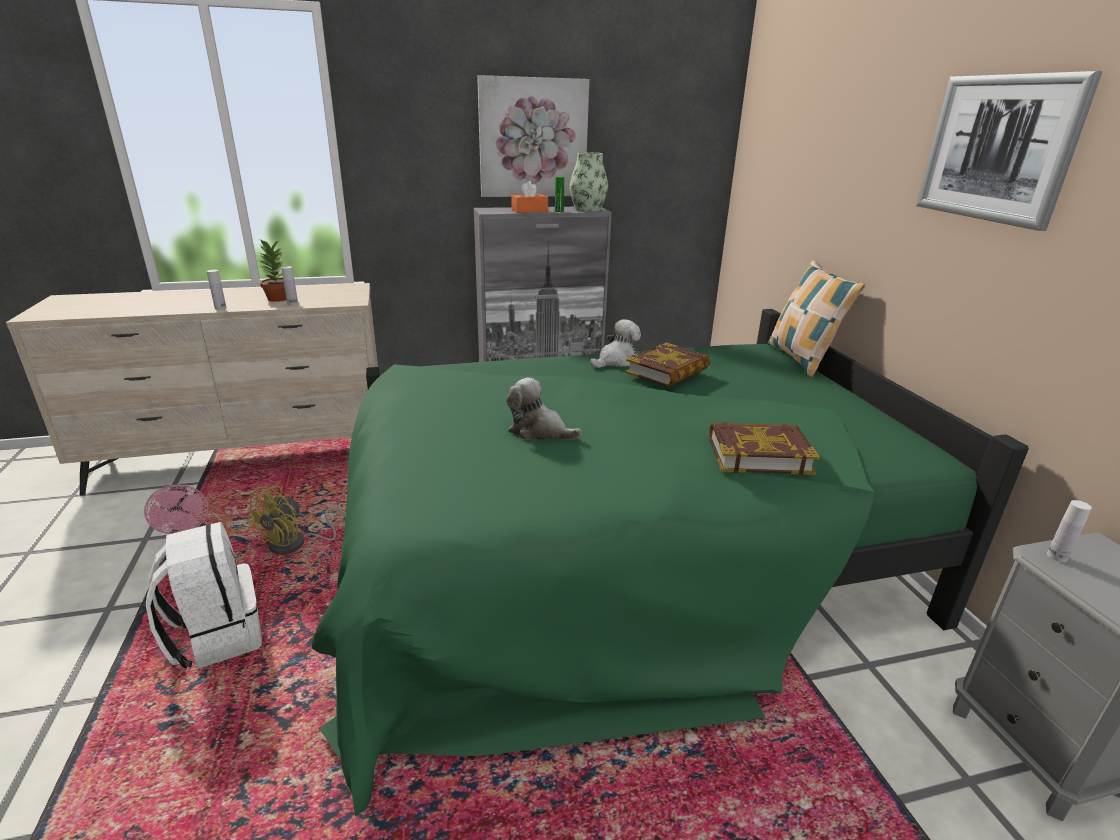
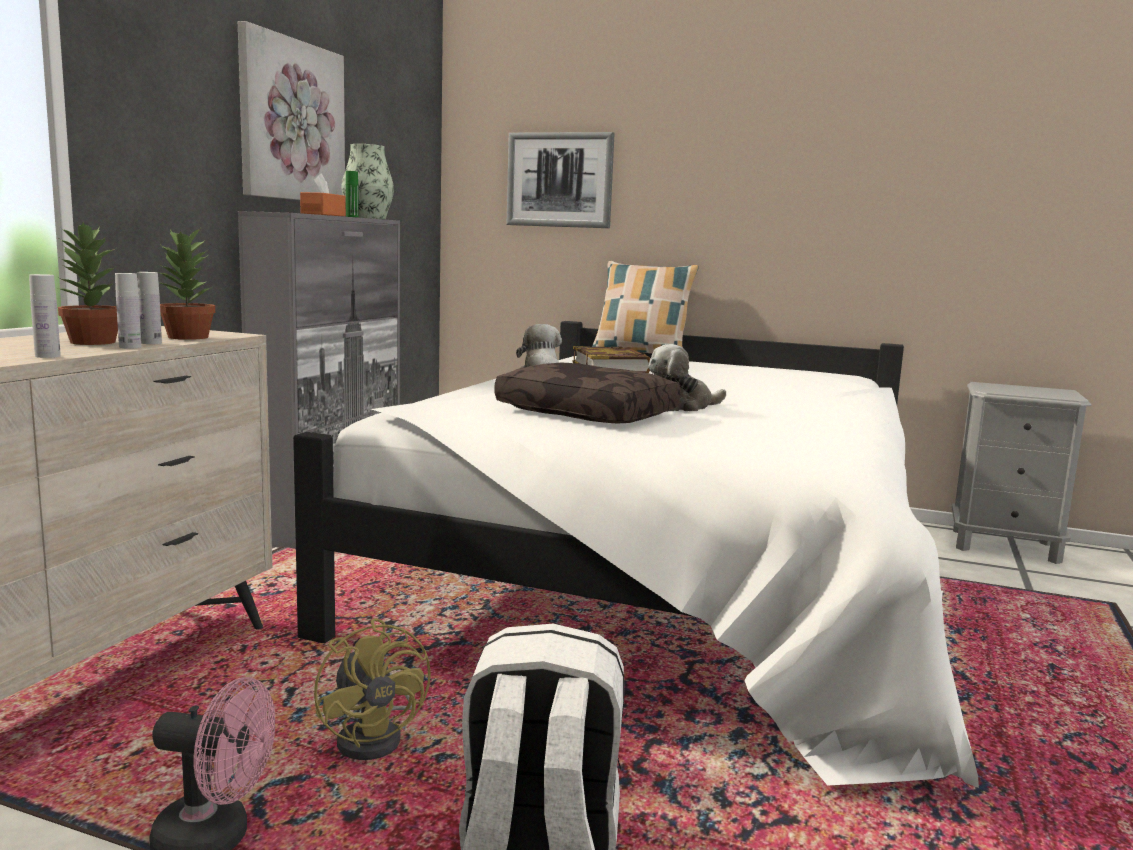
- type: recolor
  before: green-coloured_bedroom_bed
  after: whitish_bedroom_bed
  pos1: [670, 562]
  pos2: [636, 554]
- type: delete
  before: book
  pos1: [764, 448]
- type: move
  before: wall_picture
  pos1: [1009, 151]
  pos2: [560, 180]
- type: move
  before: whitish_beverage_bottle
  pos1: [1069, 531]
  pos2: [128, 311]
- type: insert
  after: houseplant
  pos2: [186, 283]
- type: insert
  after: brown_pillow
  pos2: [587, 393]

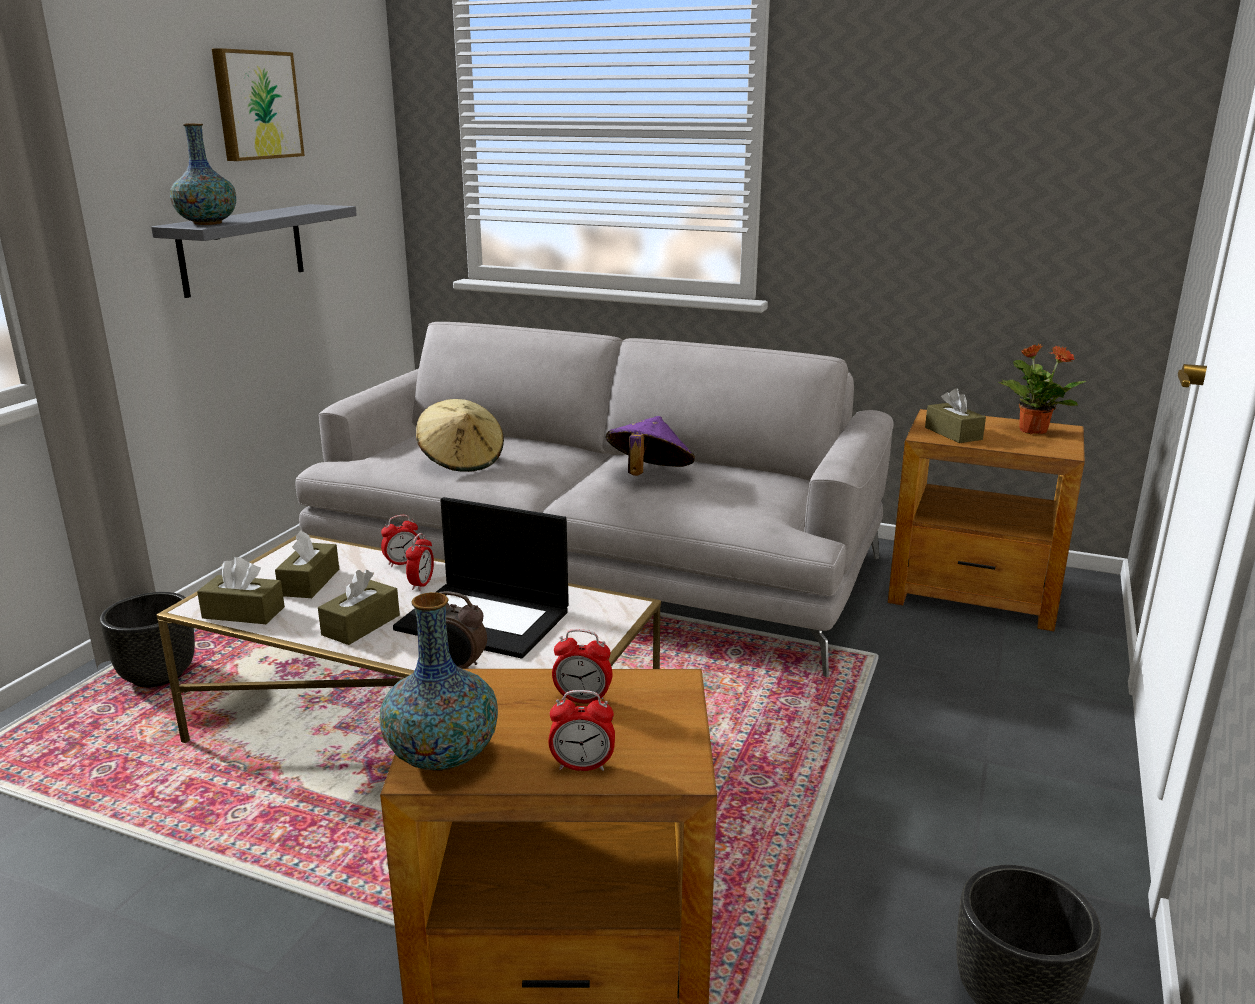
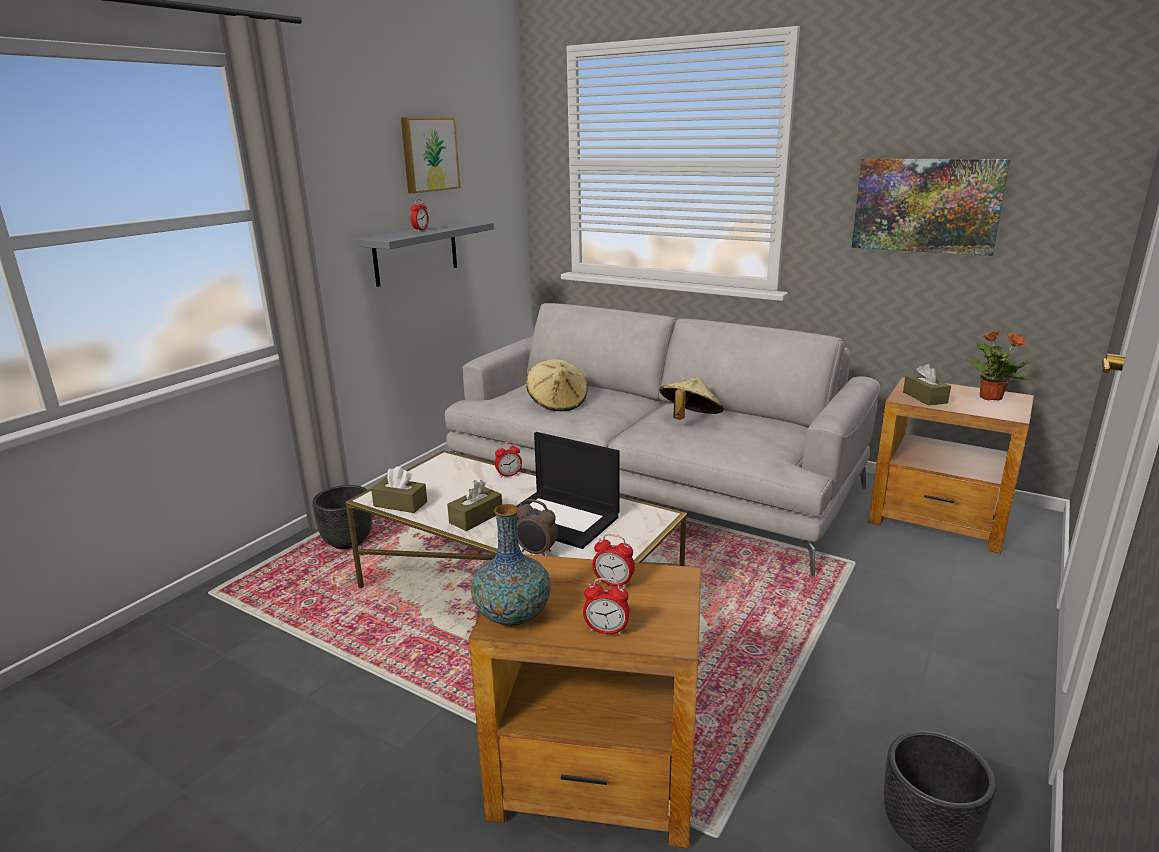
- type: delete
  before: vase
  pos1: [203, 174]
- type: delete
  before: brown_tissue_holder
  pos1: [307, 564]
- type: move
  before: table_clock
  pos1: [420, 562]
  pos2: [419, 215]
- type: recolor
  before: purple_hat
  after: sand-coloured_hat
  pos1: [650, 446]
  pos2: [691, 398]
- type: insert
  after: wall_picture
  pos2: [931, 207]

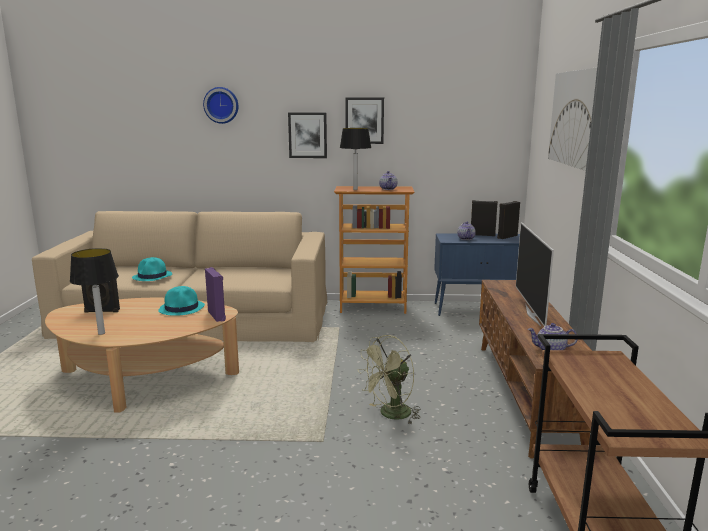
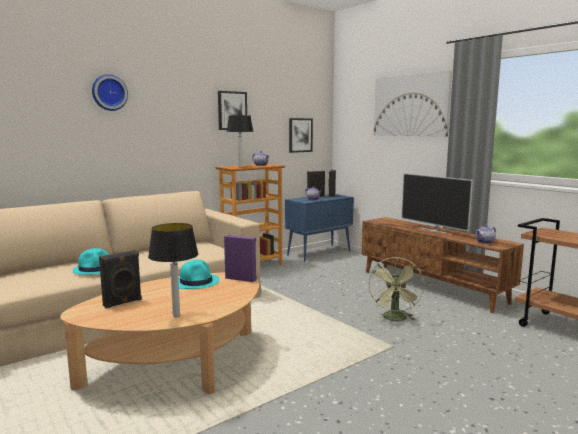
- type: move
  before: wall_picture
  pos1: [307, 135]
  pos2: [301, 135]

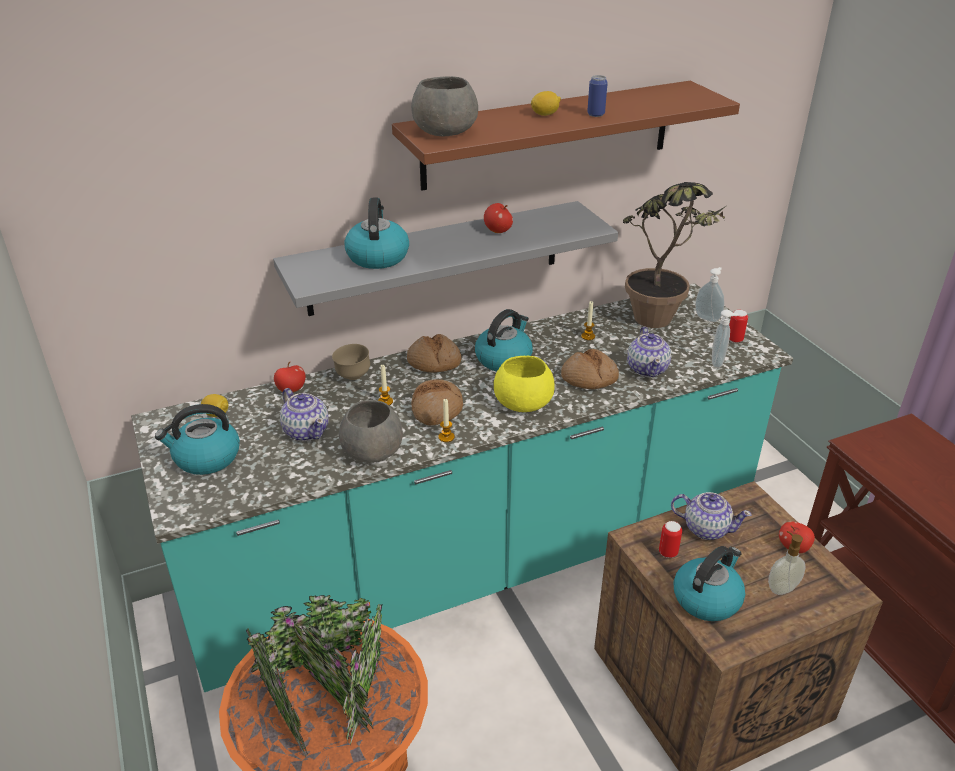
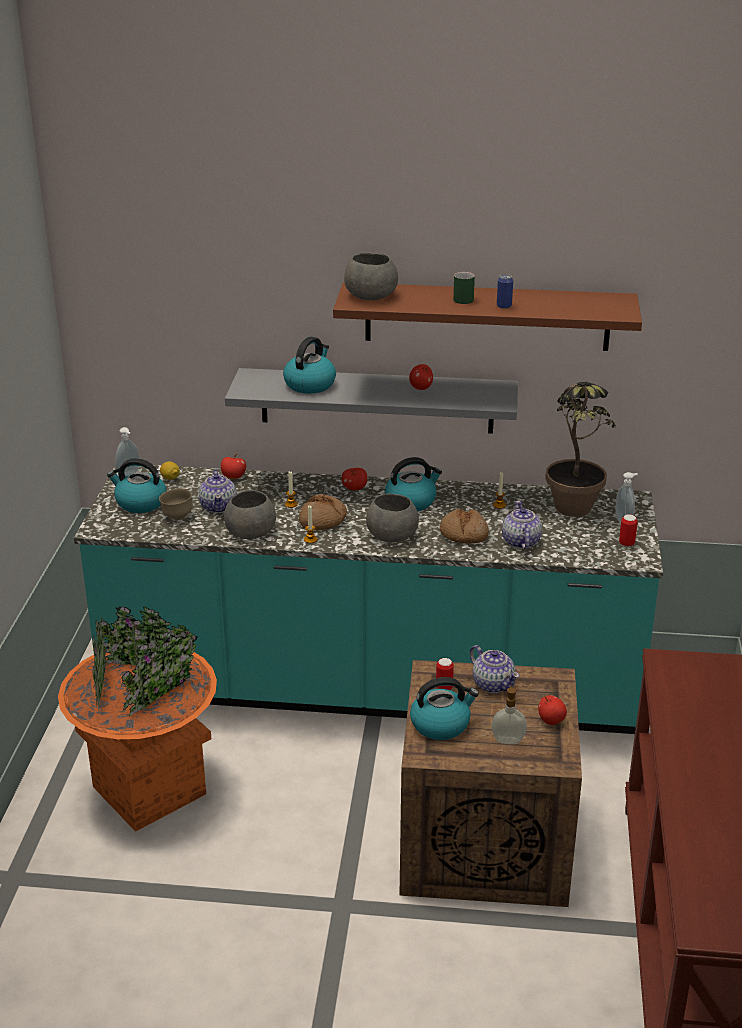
- type: move
  before: brown_serving_bowl
  pos1: [351, 362]
  pos2: [176, 504]
- type: replace
  before: bread
  after: apple_fruit
  pos1: [434, 353]
  pos2: [354, 479]
- type: recolor
  before: yellowish_serving_bowl
  after: greyish_serving_bowl
  pos1: [524, 384]
  pos2: [392, 518]
- type: replace
  before: lemon
  after: green-coloured_mug
  pos1: [546, 103]
  pos2: [464, 288]
- type: rotate
  before: teapot
  pos1: [649, 352]
  pos2: [522, 525]
  turn: 150
- type: move
  before: soap_bottle
  pos1: [725, 339]
  pos2: [127, 452]

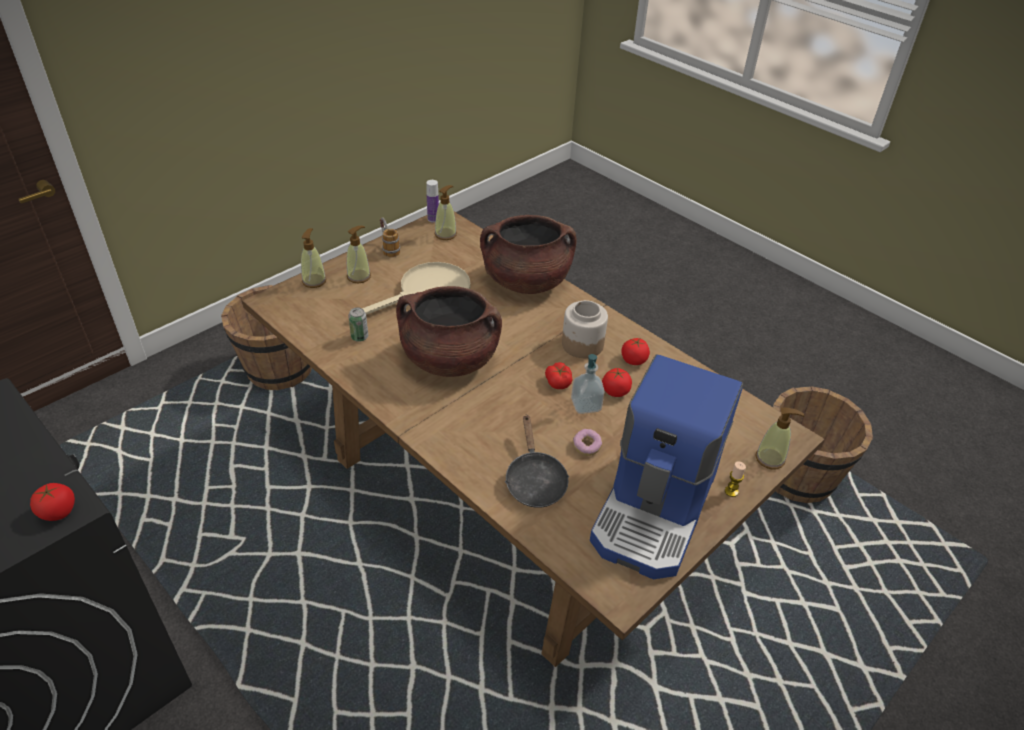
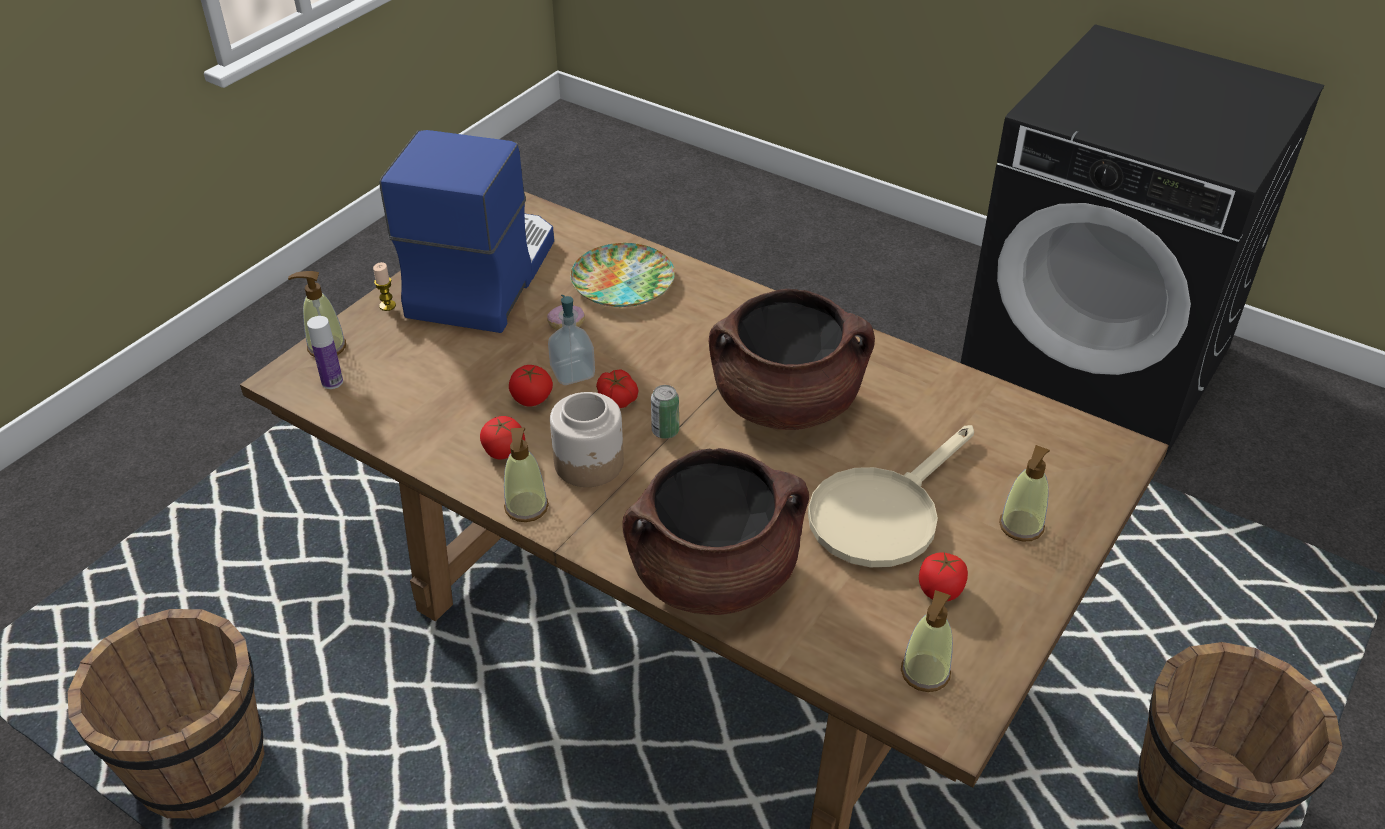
- type: move
  before: whole_tomato
  pos1: [52, 502]
  pos2: [943, 576]
- type: move
  before: soap_bottle
  pos1: [313, 258]
  pos2: [526, 475]
- type: move
  before: can
  pos1: [358, 324]
  pos2: [665, 412]
- type: delete
  before: mug
  pos1: [390, 237]
- type: move
  before: beverage_bottle
  pos1: [432, 201]
  pos2: [325, 352]
- type: replace
  before: black_frying_pan
  after: flat_dish
  pos1: [537, 461]
  pos2: [622, 275]

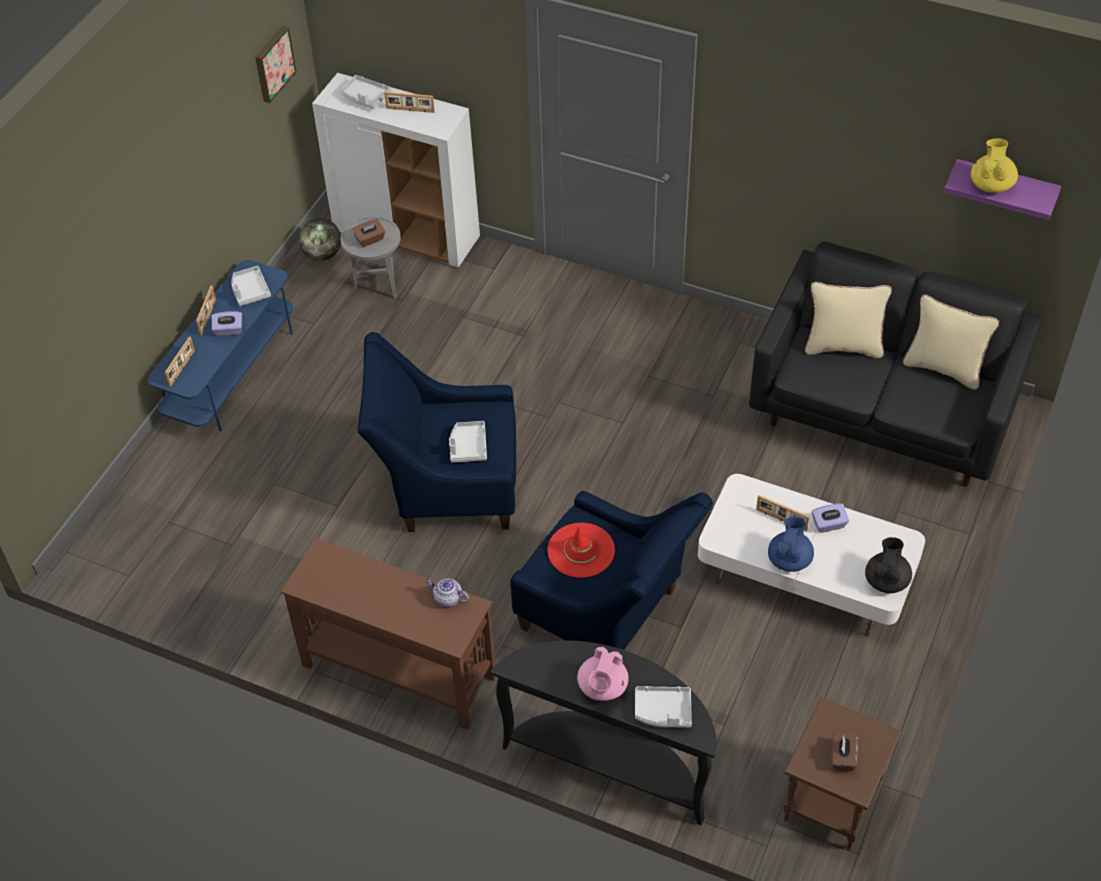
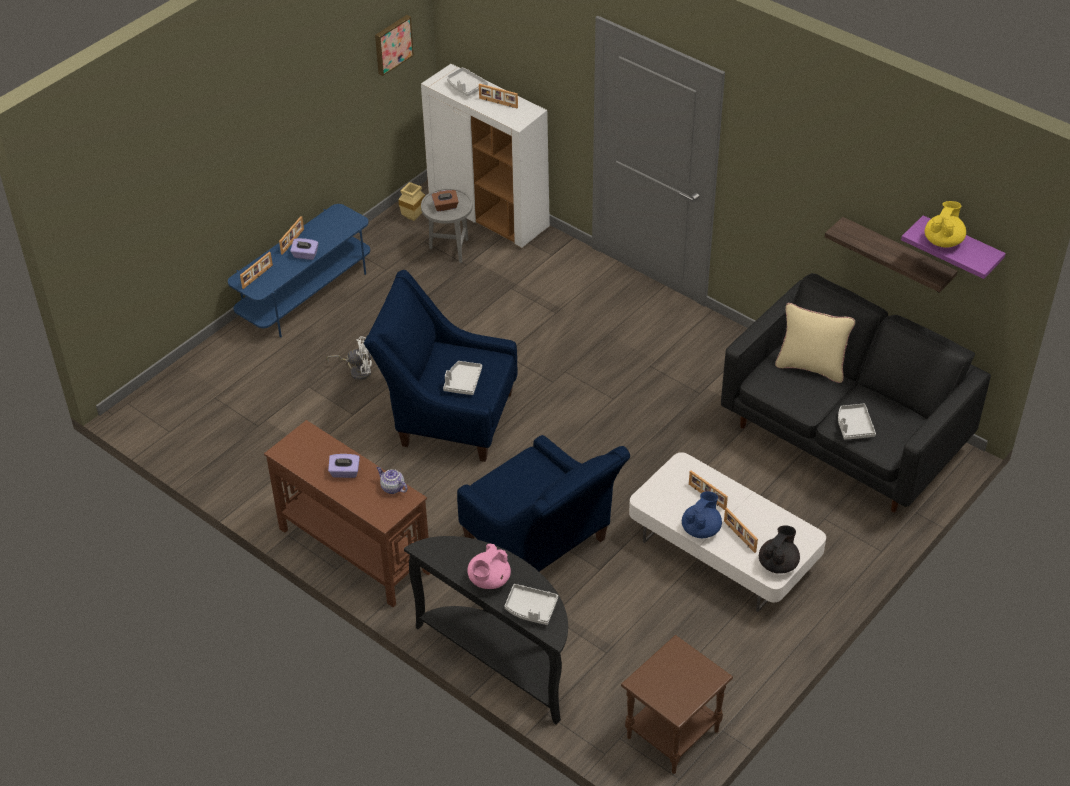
- type: move
  before: greyish_serving_tray
  pos1: [251, 286]
  pos2: [857, 422]
- type: replace
  before: desk_globe
  after: sand-coloured_vase
  pos1: [320, 239]
  pos2: [411, 201]
- type: delete
  before: reddish_hat
  pos1: [581, 550]
- type: move
  before: purple_tissue_holder
  pos1: [830, 518]
  pos2: [344, 466]
- type: delete
  before: brown_tissue_holder
  pos1: [845, 751]
- type: delete
  before: sand-coloured_pillow
  pos1: [951, 342]
- type: insert
  after: whitish_fan
  pos2: [349, 358]
- type: insert
  after: standing_frame
  pos2: [741, 530]
- type: insert
  after: bracket_shelf
  pos2: [891, 255]

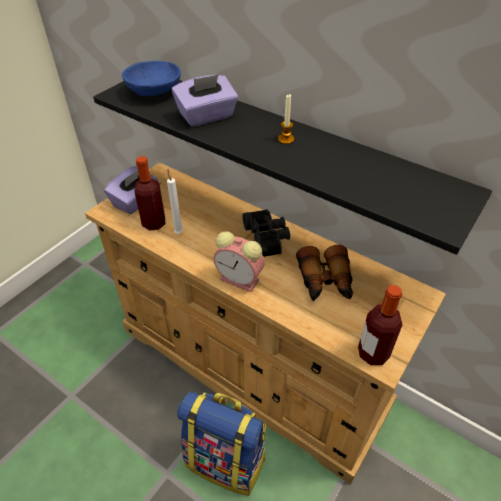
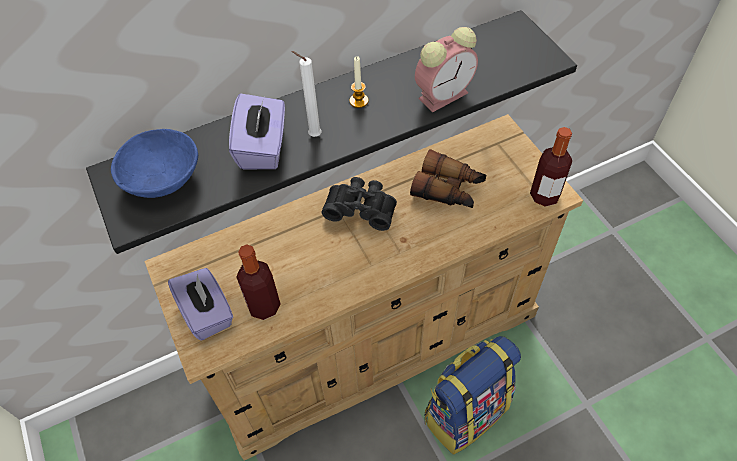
- type: move
  before: whitish_candle
  pos1: [175, 202]
  pos2: [306, 94]
- type: move
  before: table_clock
  pos1: [239, 261]
  pos2: [446, 69]

